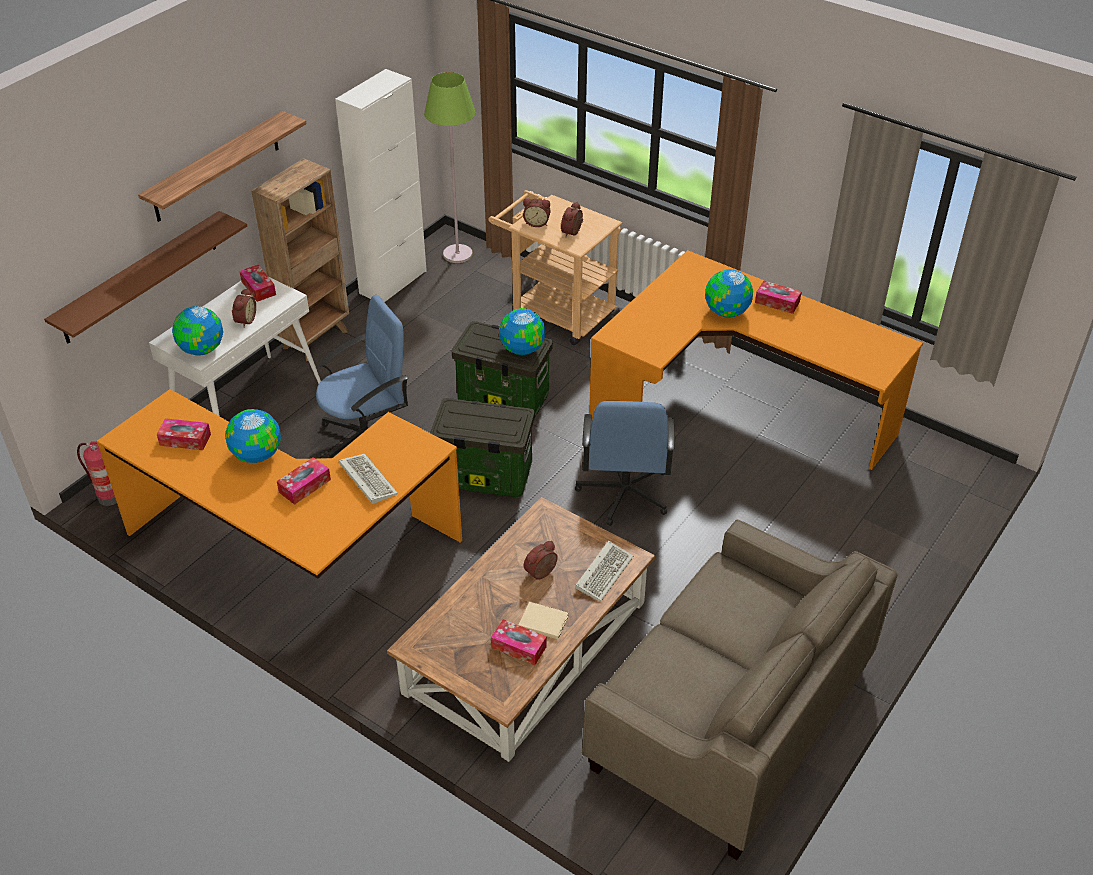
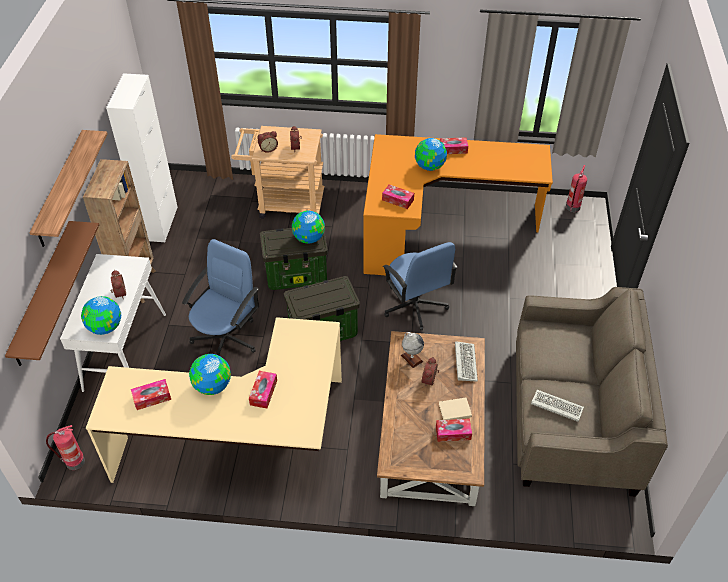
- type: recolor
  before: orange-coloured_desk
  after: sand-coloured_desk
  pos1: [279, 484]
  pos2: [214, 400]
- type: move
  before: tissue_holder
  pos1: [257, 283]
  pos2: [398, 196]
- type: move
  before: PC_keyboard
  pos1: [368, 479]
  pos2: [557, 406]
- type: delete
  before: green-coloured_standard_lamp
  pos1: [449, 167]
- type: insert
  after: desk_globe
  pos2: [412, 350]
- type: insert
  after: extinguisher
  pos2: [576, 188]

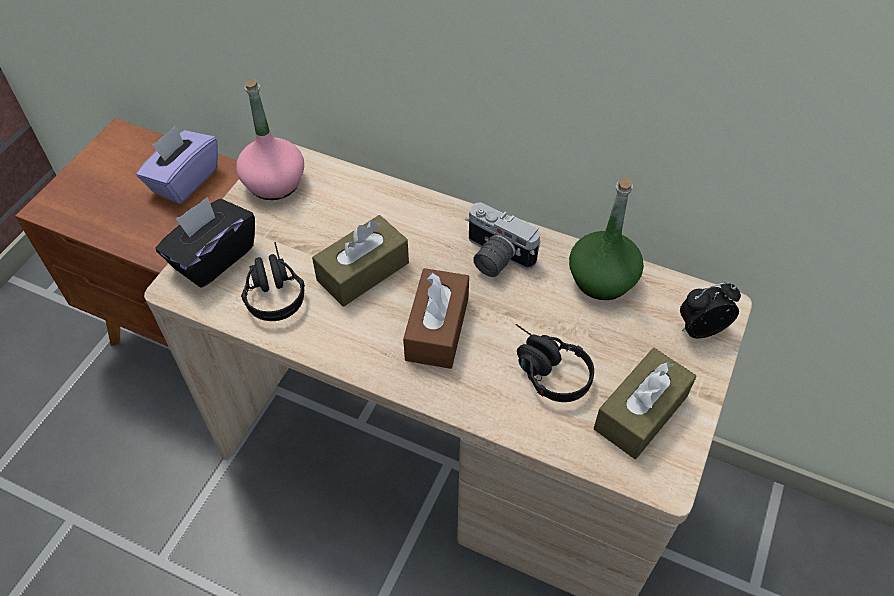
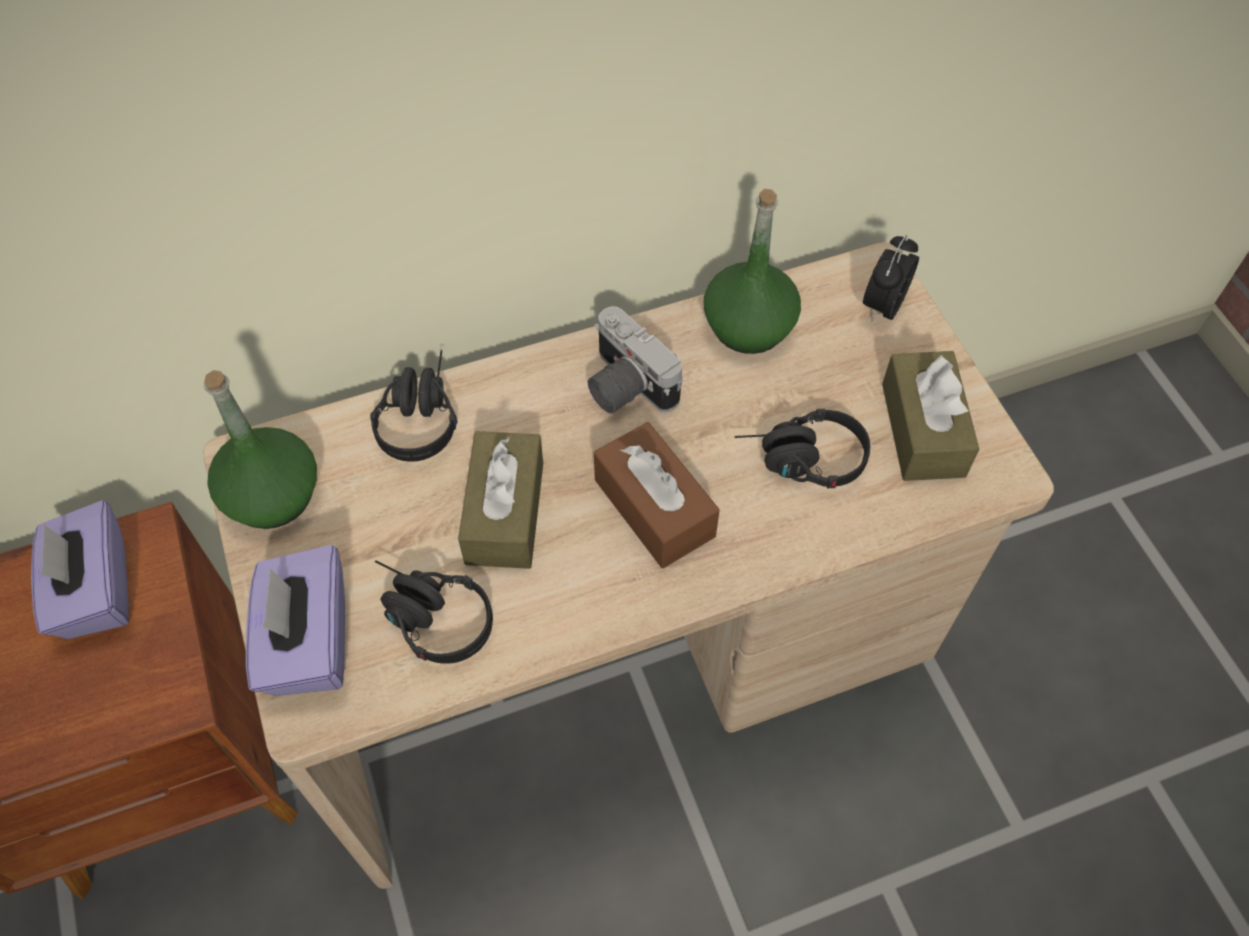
- type: recolor
  before: black_tissue_holder
  after: purple_tissue_holder
  pos1: [205, 242]
  pos2: [295, 620]
- type: recolor
  before: pink-coloured_beverage_bottle
  after: green-coloured_beverage_bottle
  pos1: [270, 139]
  pos2: [260, 449]
- type: rotate
  before: photo_camera
  pos1: [503, 240]
  pos2: [635, 360]
  turn: 60
- type: insert
  after: black_headphones
  pos2: [413, 406]

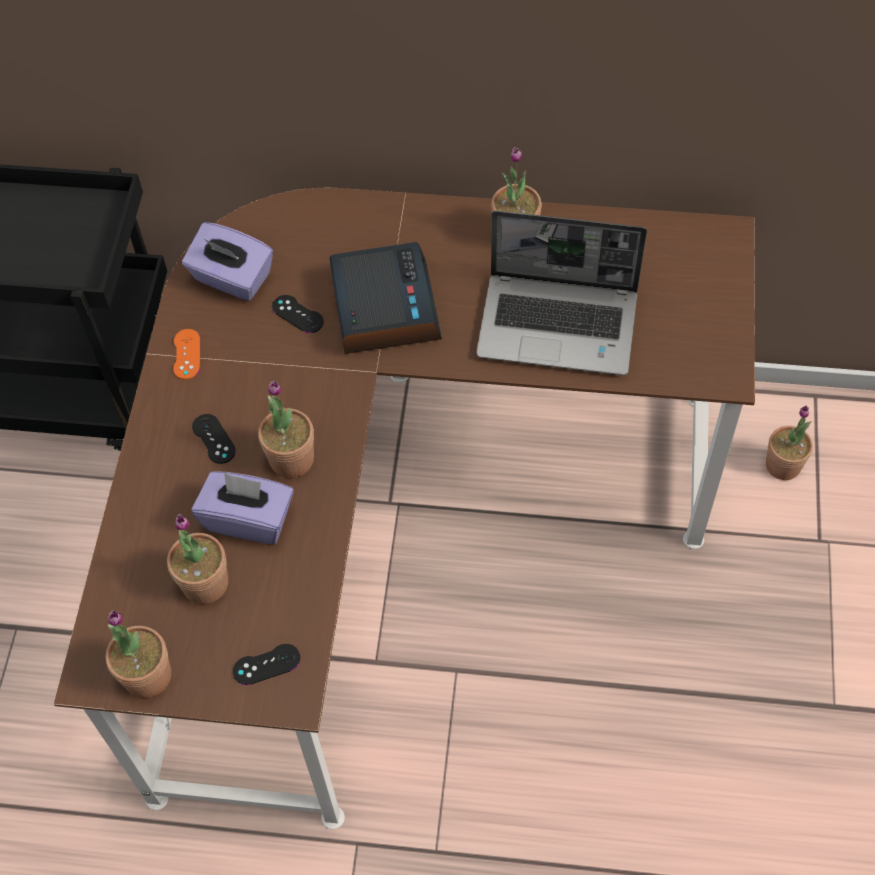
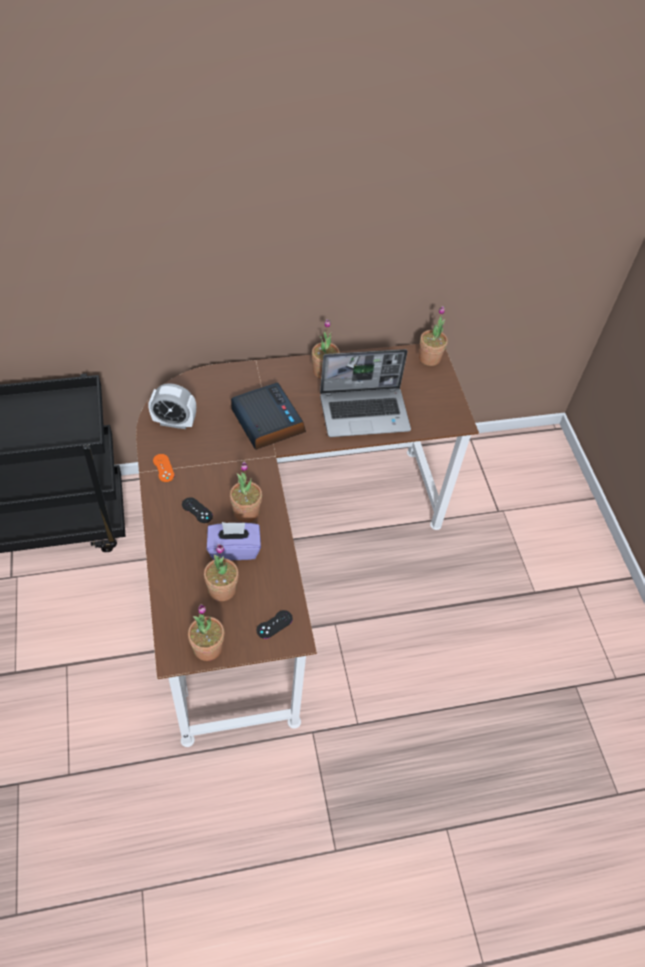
- type: replace
  before: purple_tissue_holder
  after: table_clock
  pos1: [227, 261]
  pos2: [172, 406]
- type: delete
  before: black_joypad
  pos1: [298, 314]
- type: move
  before: houseplant
  pos1: [789, 443]
  pos2: [433, 336]

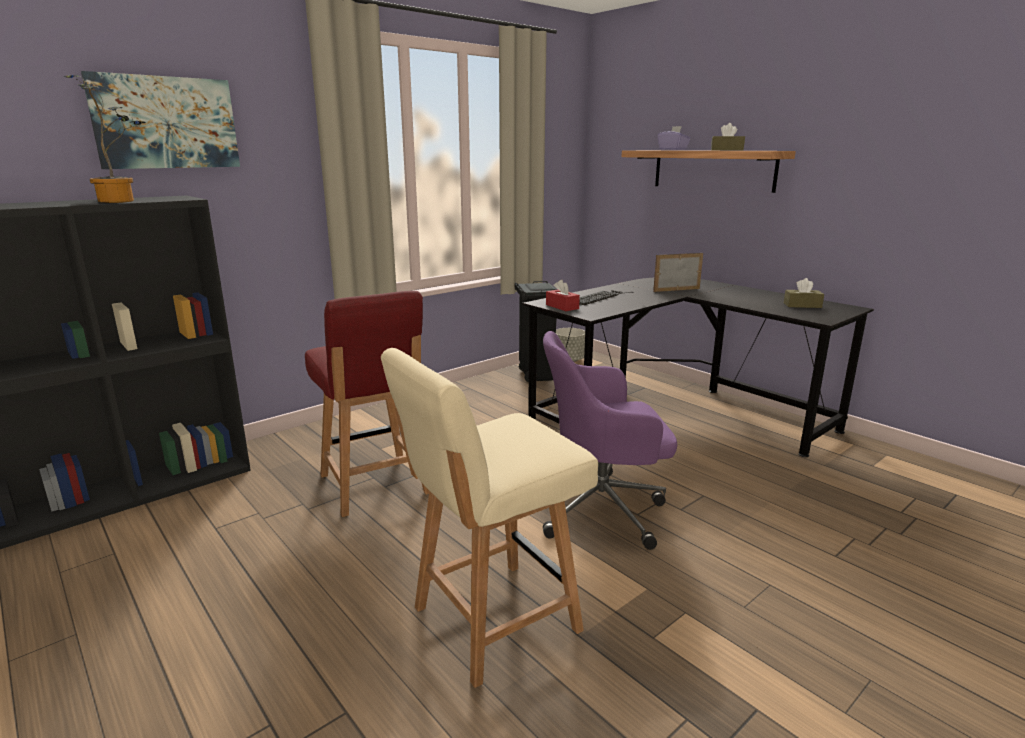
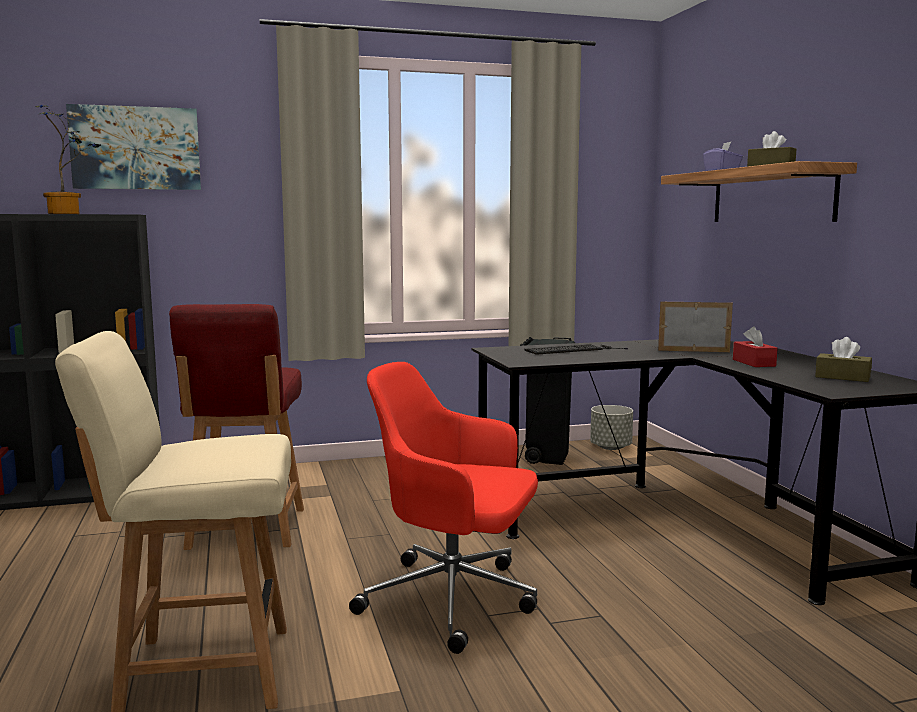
- type: recolor
  before: purple_computer_chair
  after: reddish_computer_chair
  pos1: [610, 440]
  pos2: [443, 508]
- type: move
  before: reddish_tissue_holder
  pos1: [563, 295]
  pos2: [755, 346]

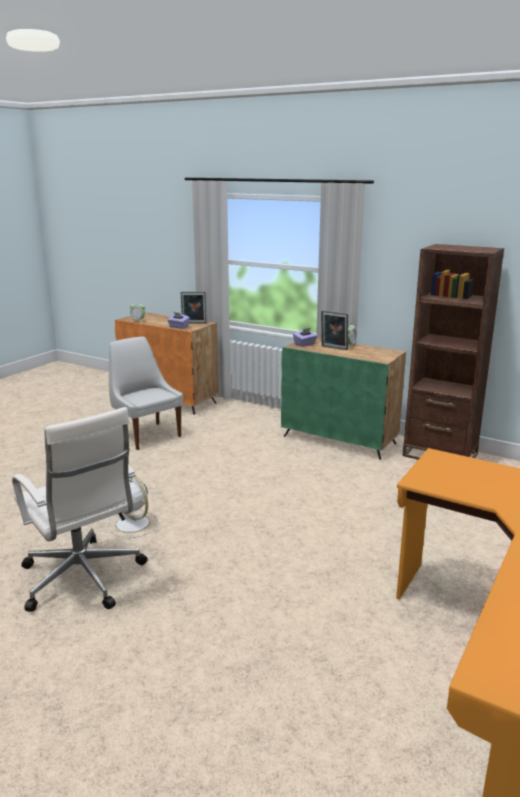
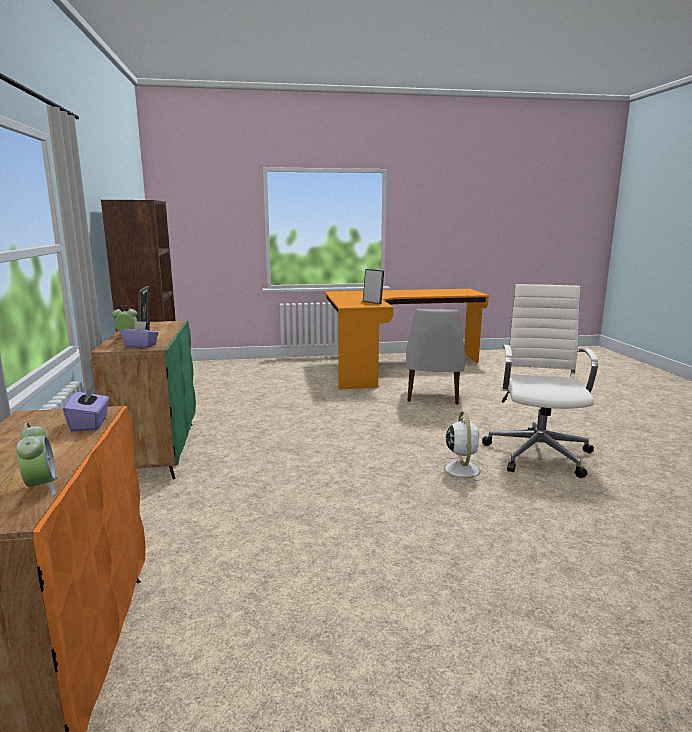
- type: move
  before: whitish_chair
  pos1: [146, 393]
  pos2: [436, 357]
- type: move
  before: standing_frame
  pos1: [193, 307]
  pos2: [373, 286]

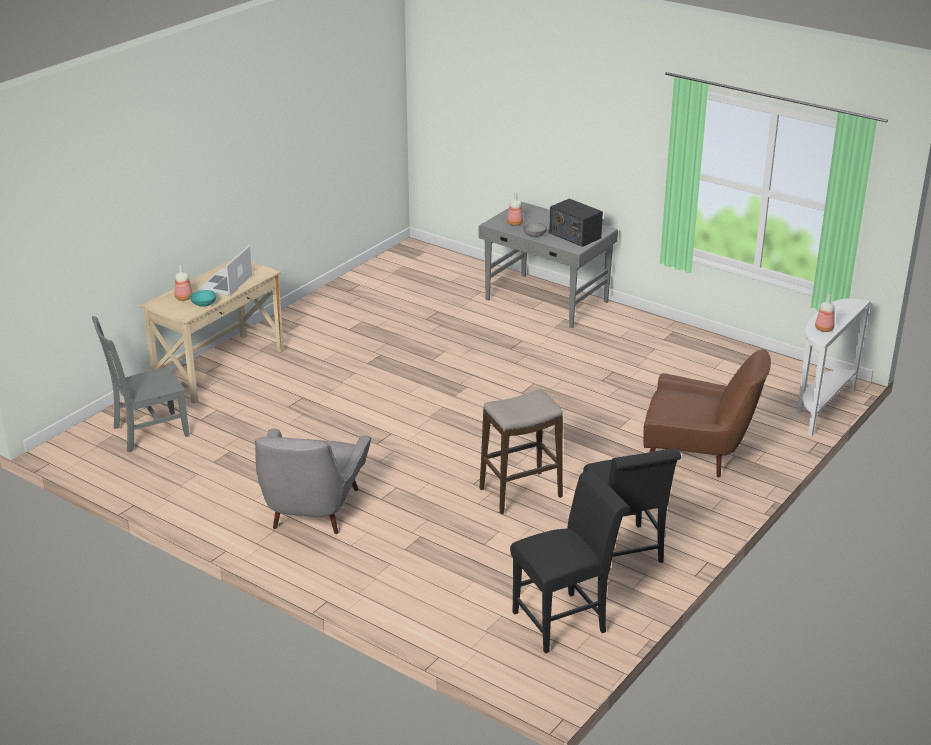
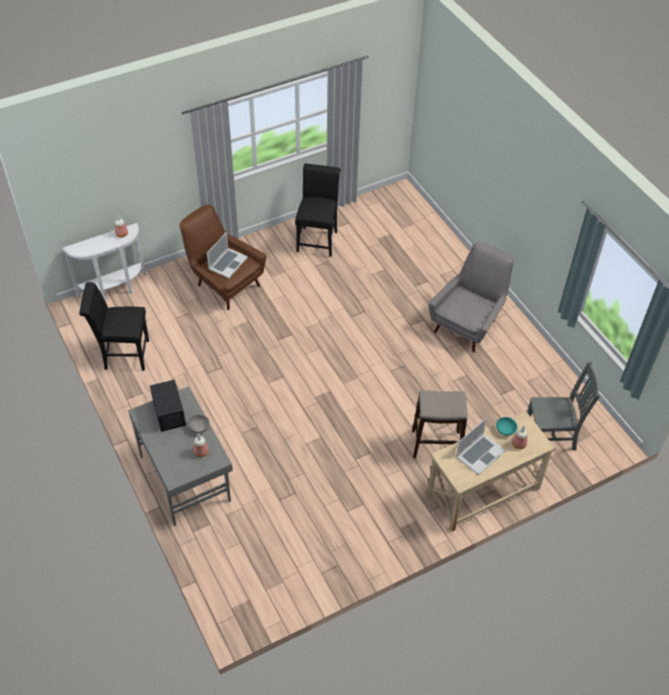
- type: move
  before: sitting_stool
  pos1: [521, 451]
  pos2: [440, 424]
- type: move
  before: black_chair
  pos1: [570, 561]
  pos2: [114, 326]
- type: insert
  after: notebook_computer
  pos2: [227, 255]

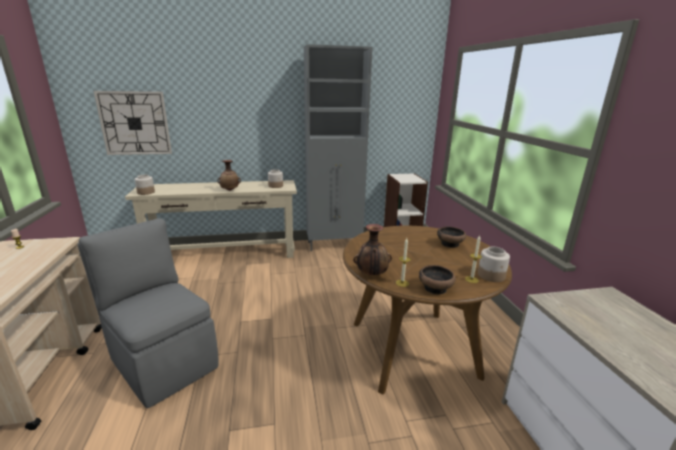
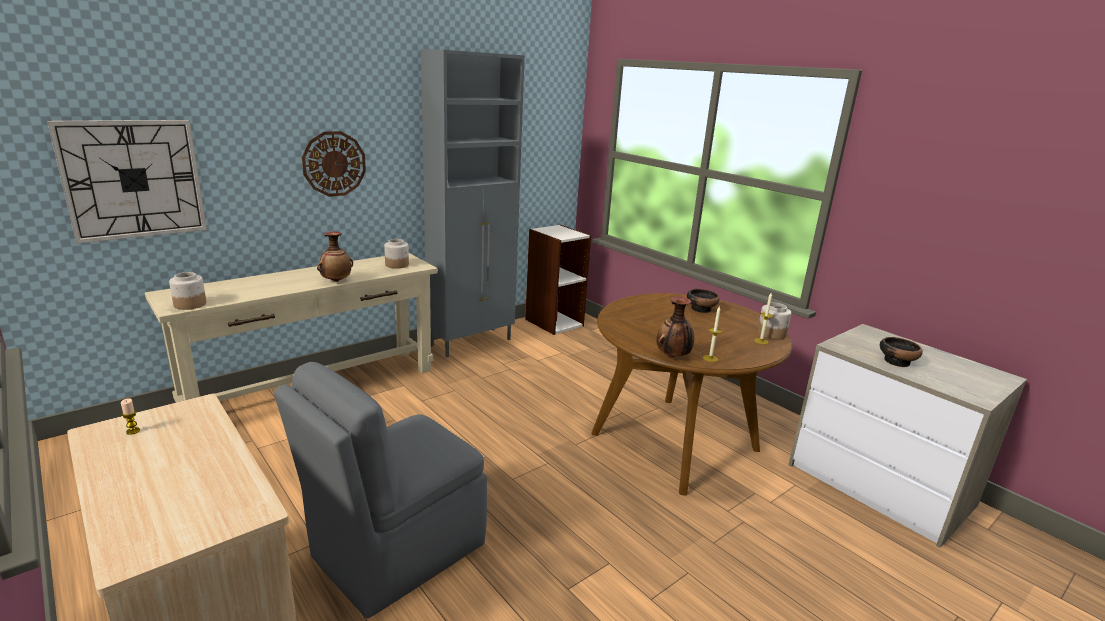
- type: rotate
  before: greyish_chair
  pos1: [148, 313]
  pos2: [380, 490]
  turn: -60
- type: move
  before: serving_bowl
  pos1: [437, 279]
  pos2: [901, 352]
- type: insert
  after: clock_on_the_wall
  pos2: [334, 164]

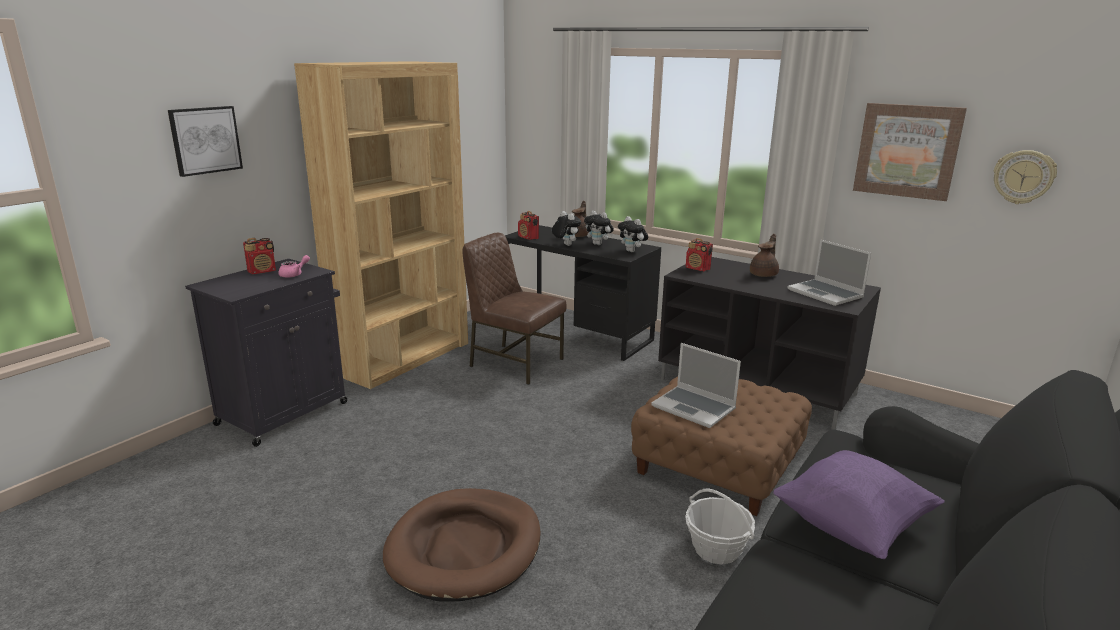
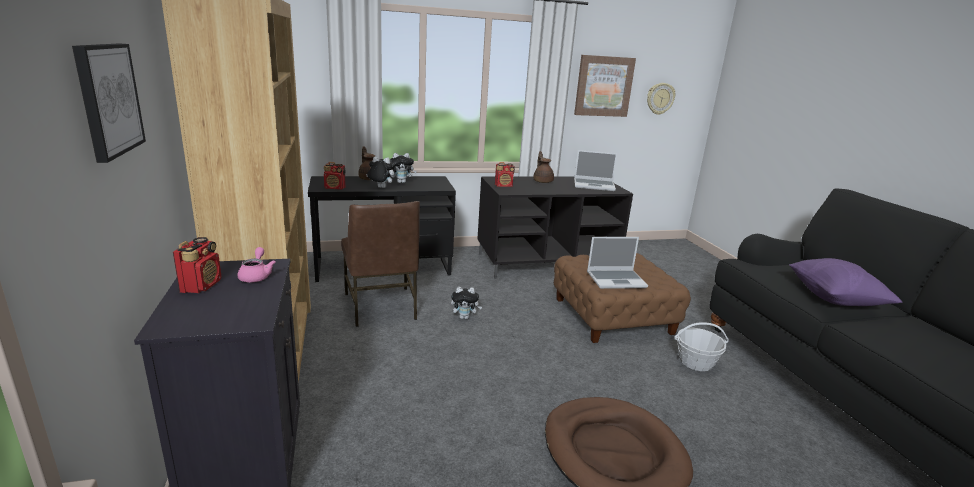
- type: rotate
  before: brown_chair
  pos1: [514, 309]
  pos2: [380, 264]
  turn: -90
- type: move
  before: cuddly_toy
  pos1: [633, 234]
  pos2: [466, 303]

